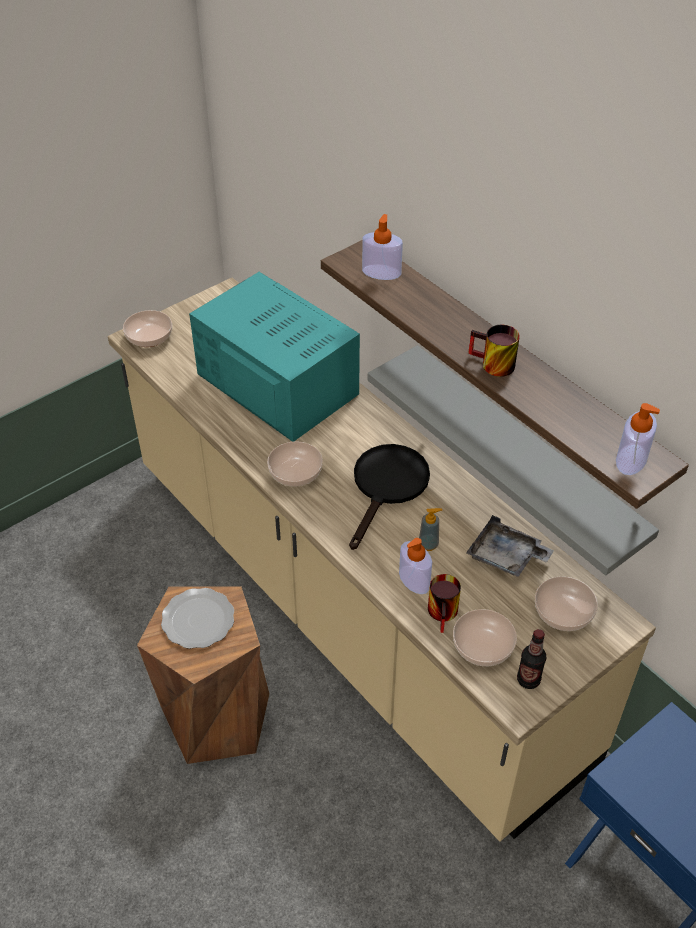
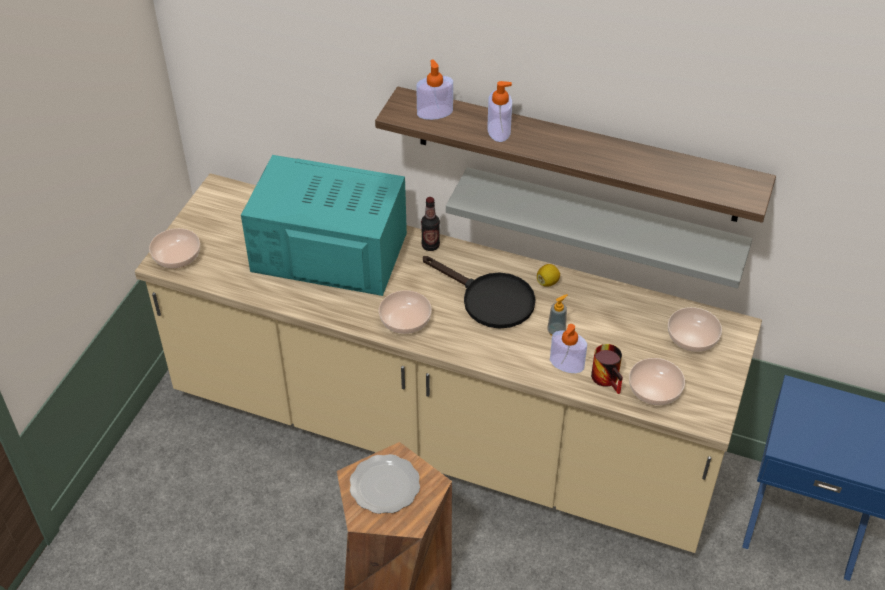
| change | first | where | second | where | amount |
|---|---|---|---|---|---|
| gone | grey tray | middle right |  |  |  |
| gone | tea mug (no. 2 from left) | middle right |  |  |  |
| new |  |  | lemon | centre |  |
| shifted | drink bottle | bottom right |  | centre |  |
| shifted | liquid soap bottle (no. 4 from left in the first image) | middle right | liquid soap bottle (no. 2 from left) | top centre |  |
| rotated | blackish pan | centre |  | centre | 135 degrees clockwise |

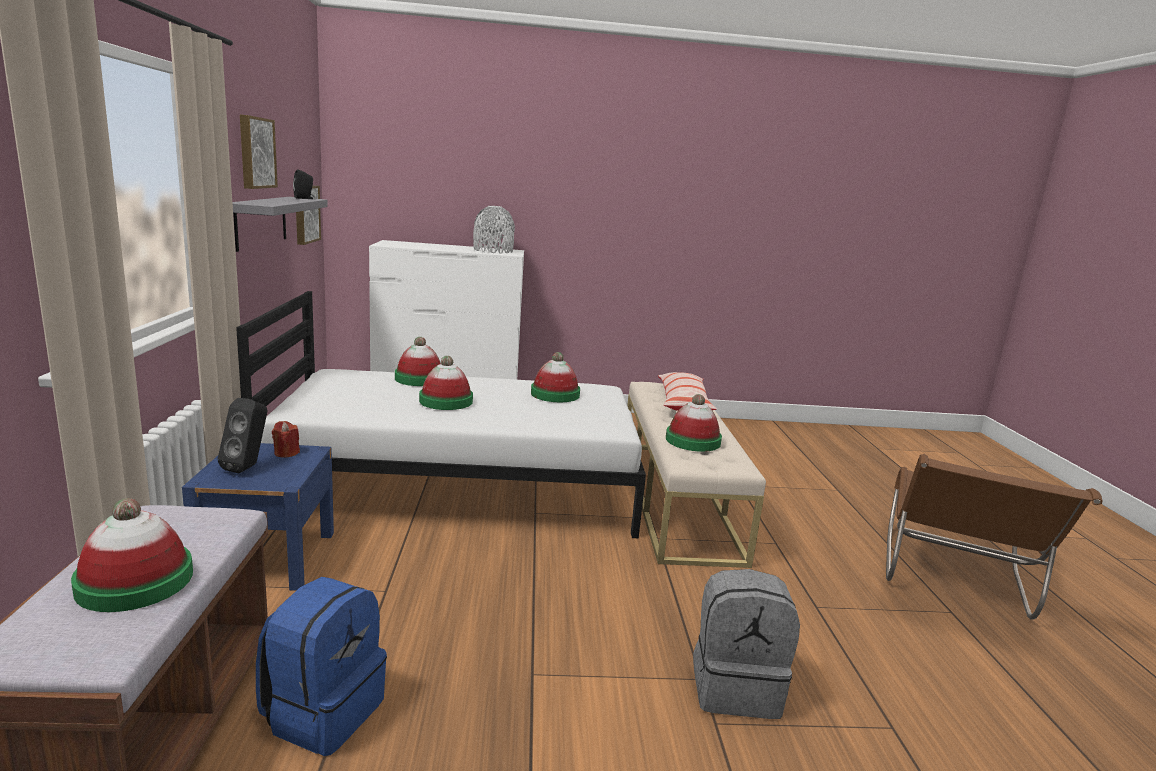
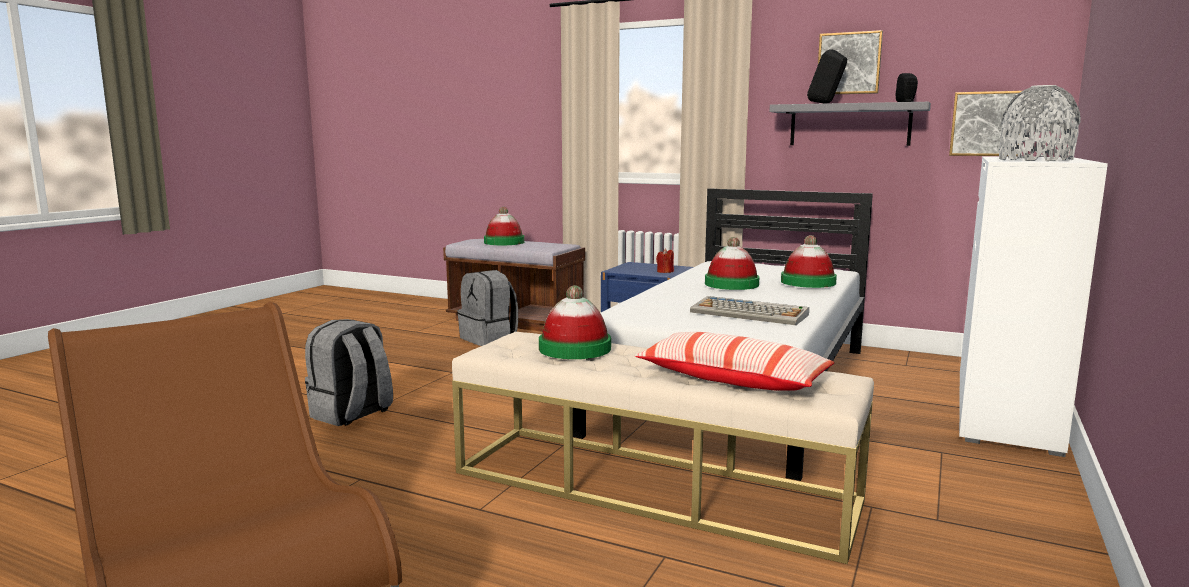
| change | first | where | second | where | amount |
|---|---|---|---|---|---|
| shifted | blackish audio speaker (no. 1 from left) | middle left |  | top right |  |
| swapped | wearable hat (no. 4 from left) | centre | keyboard | centre |  |
| repainted | blue rucksack | bottom left | grey rucksack (no. 2 from left) | centre |  |

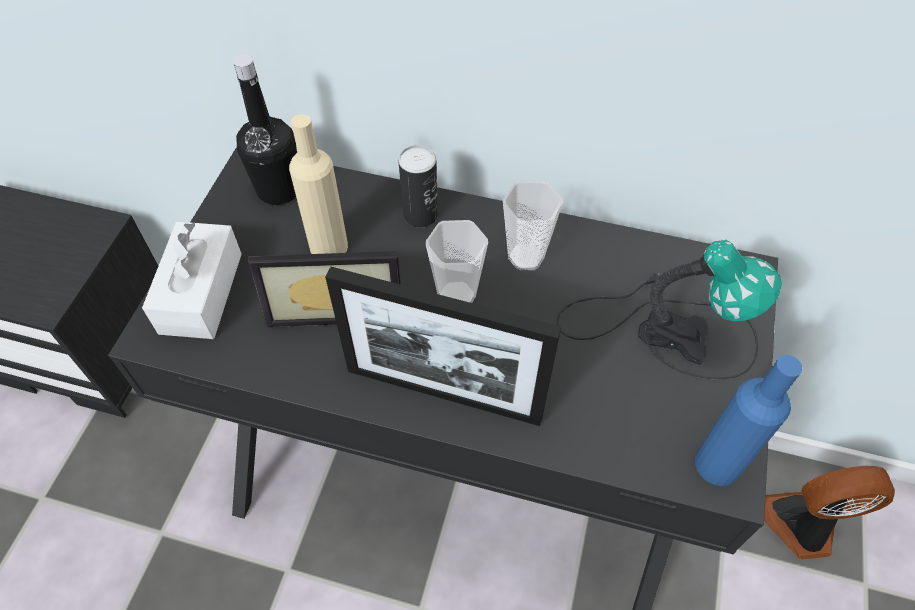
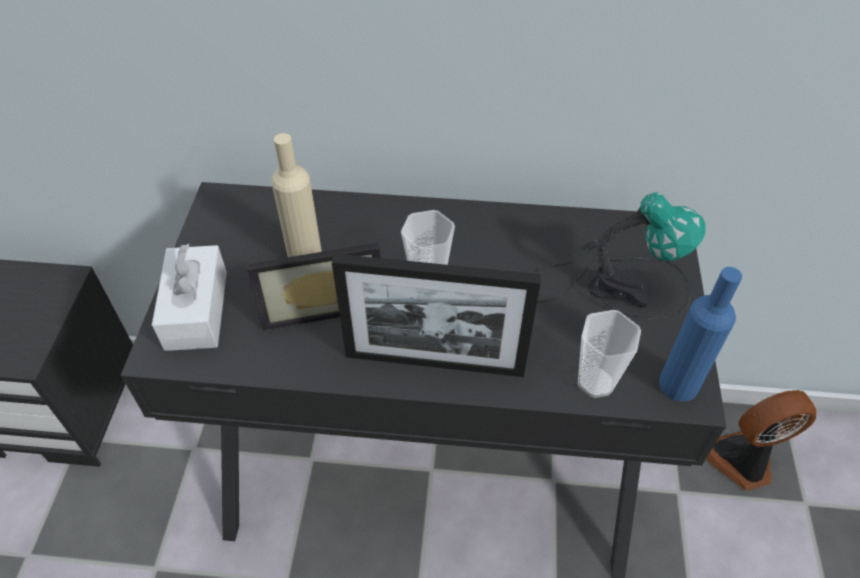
| change | first | where | second | where | amount |
|---|---|---|---|---|---|
| gone | blackish drink bottle | top left |  |  |  |
| gone | can | top centre |  |  |  |
| shifted | drinking cup (no. 2 from left) | centre |  | middle right |  |

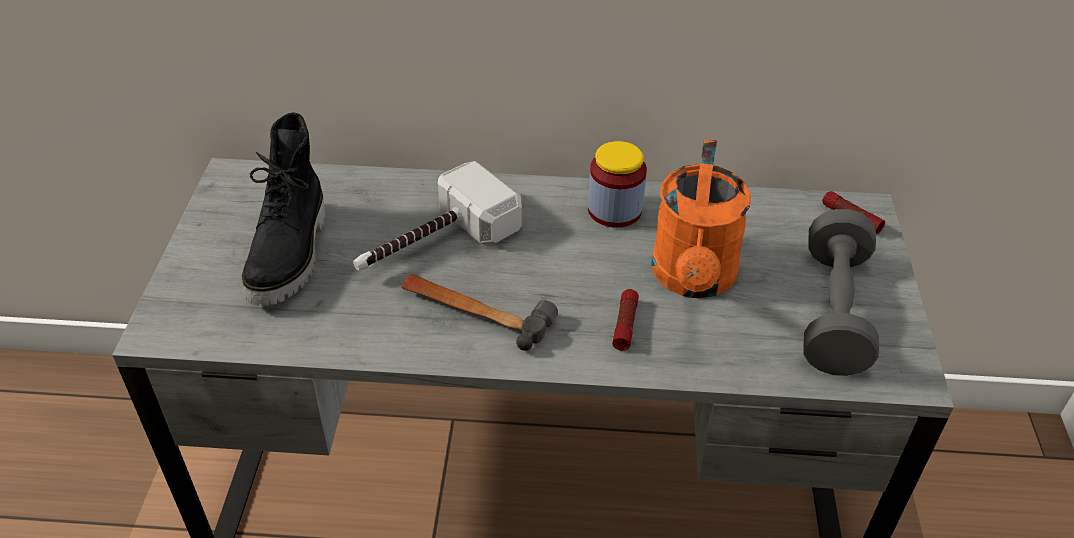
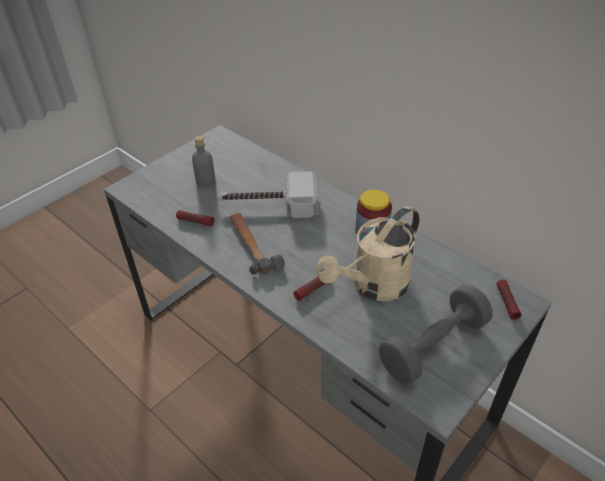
| change | first | where | second | where | amount |
|---|---|---|---|---|---|
| new |  |  | flashlight (no. 1 from left) | middle left |  |
| swapped | blackish high-top boot | middle left | grey drink bottle | centre |  |
| repainted | orangey watering pot | centre | beige-coloured watering pot | centre |  |

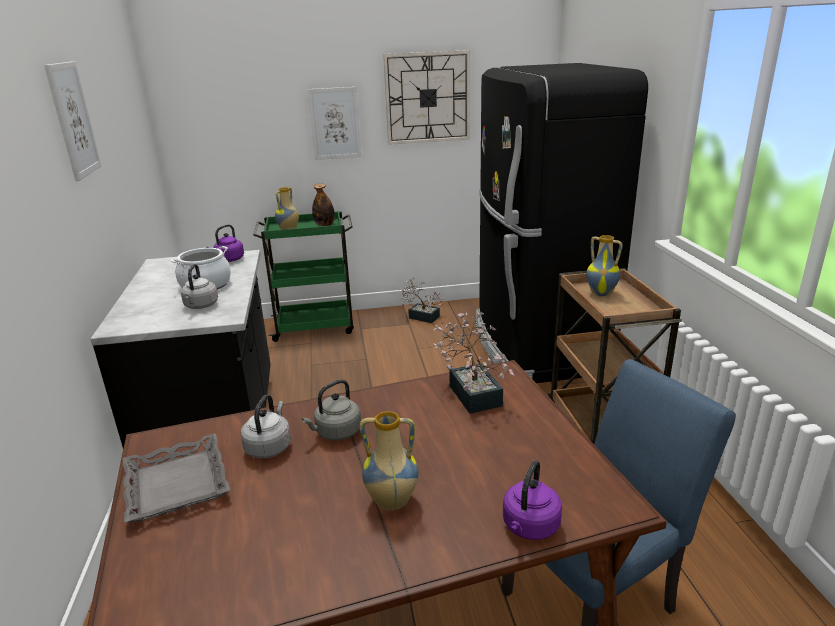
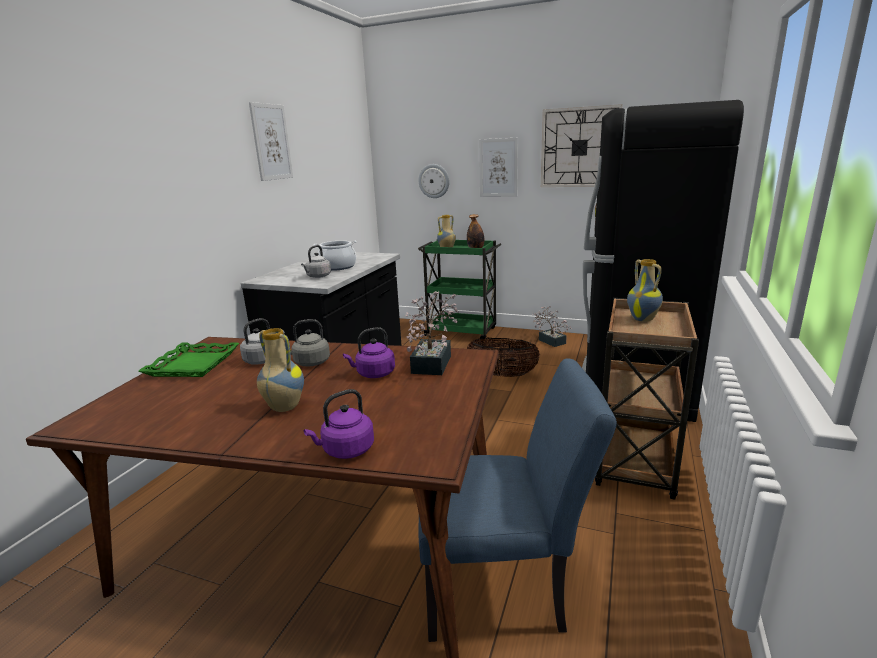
| change | first | where | second | where | amount |
|---|---|---|---|---|---|
| new |  |  | clock on the wall (no. 1 from left) | top centre |  |
| new |  |  | storage basket | centre |  |
| shifted | purple kettle (no. 1 from left in the first image) | middle left | purple kettle (no. 2 from left) | centre |  |
| repainted | grey tray | bottom left | greenish tray | middle left |  |

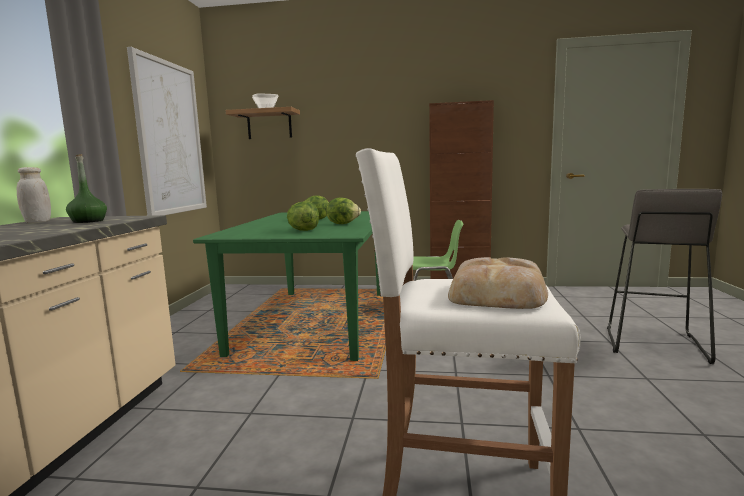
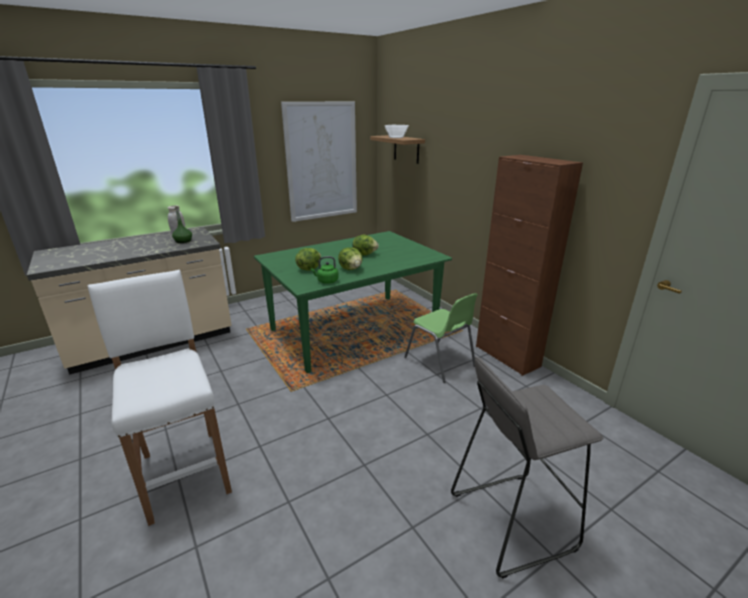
| change | first | where | second | where | amount |
|---|---|---|---|---|---|
| gone | bread | middle right |  |  |  |
| new |  |  | greenish kettle | centre |  |

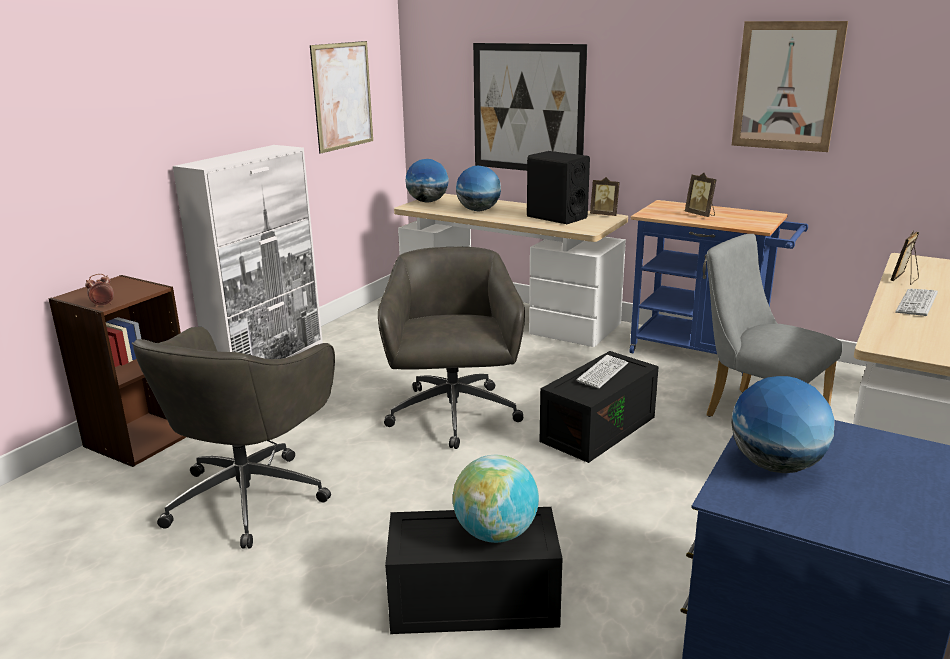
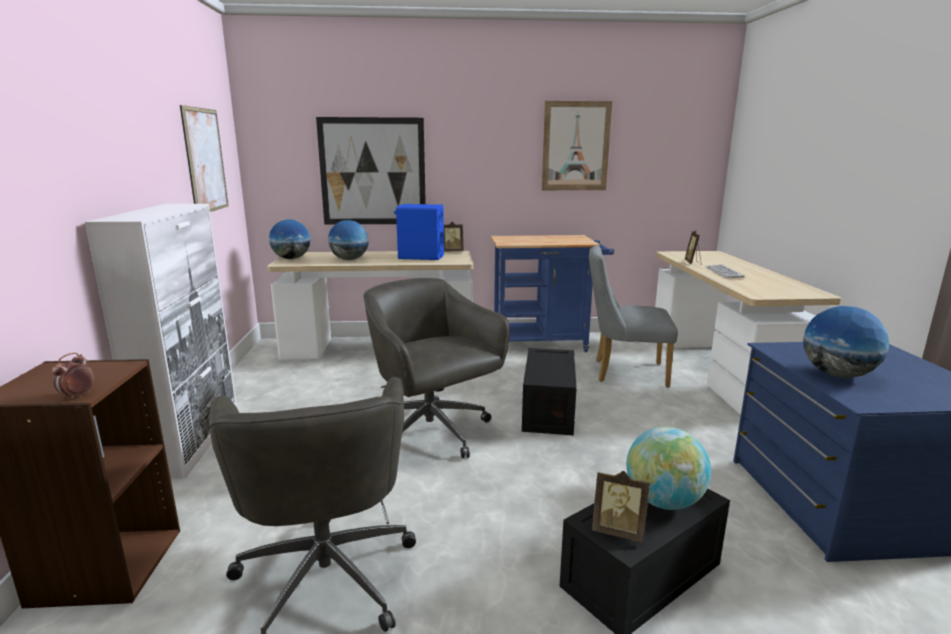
| change | first | where | second | where | amount |
|---|---|---|---|---|---|
| gone | keyboard (no. 1 from left) | centre |  |  |  |
| shifted | photo frame (no. 2 from left) | top right |  | bottom centre |  |
| repainted | blackish audio speaker | top centre | blue audio speaker | centre |  |

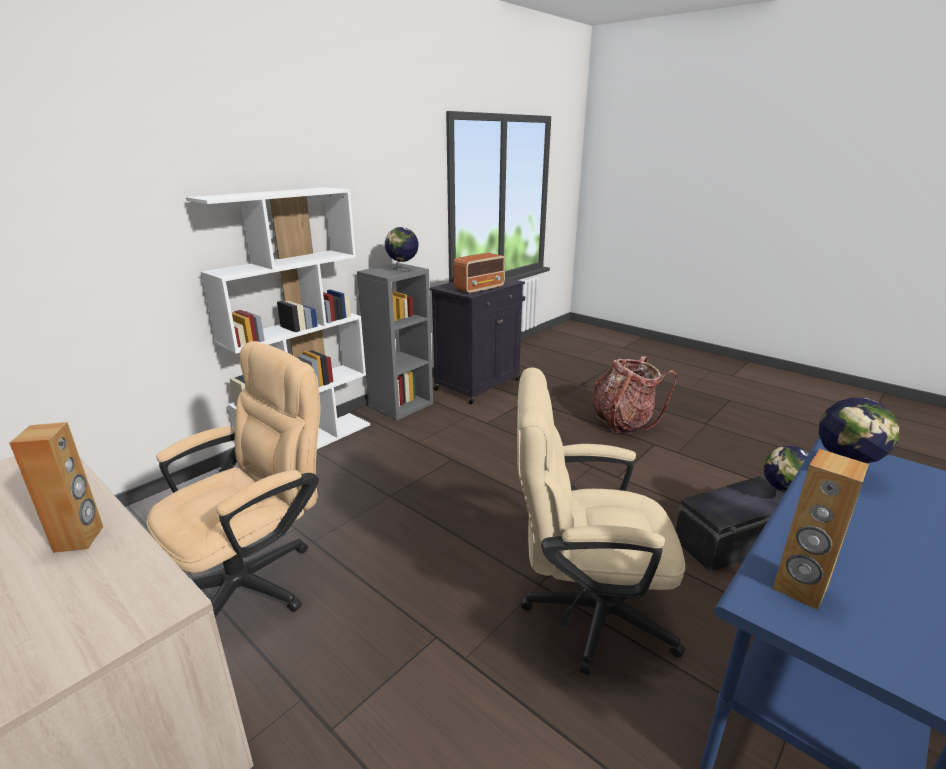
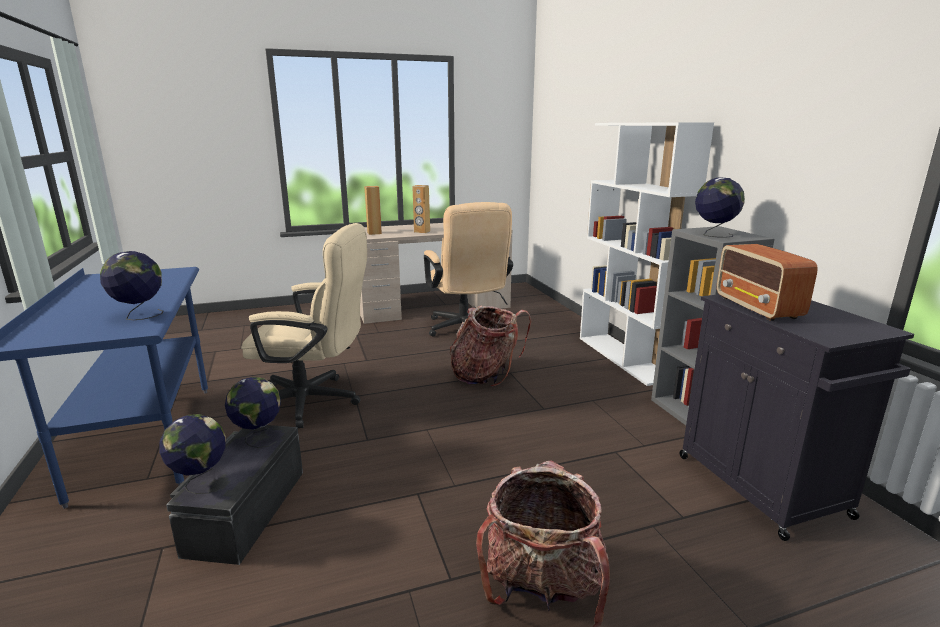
| change | first | where | second | where | amount |
|---|---|---|---|---|---|
| new |  |  | world globe (no. 3 from left) | middle left |  |
| new |  |  | rucksack (no. 1 from left) | centre |  |
| shifted | brown audio speaker (no. 2 from left in the first image) | bottom right | brown audio speaker (no. 1 from left) | centre |  |
| rotated | beige-coloured computer chair (no. 2 from left in the first image) | bottom centre | beige-coloured computer chair (no. 1 from left) | middle left | 60 degrees clockwise |

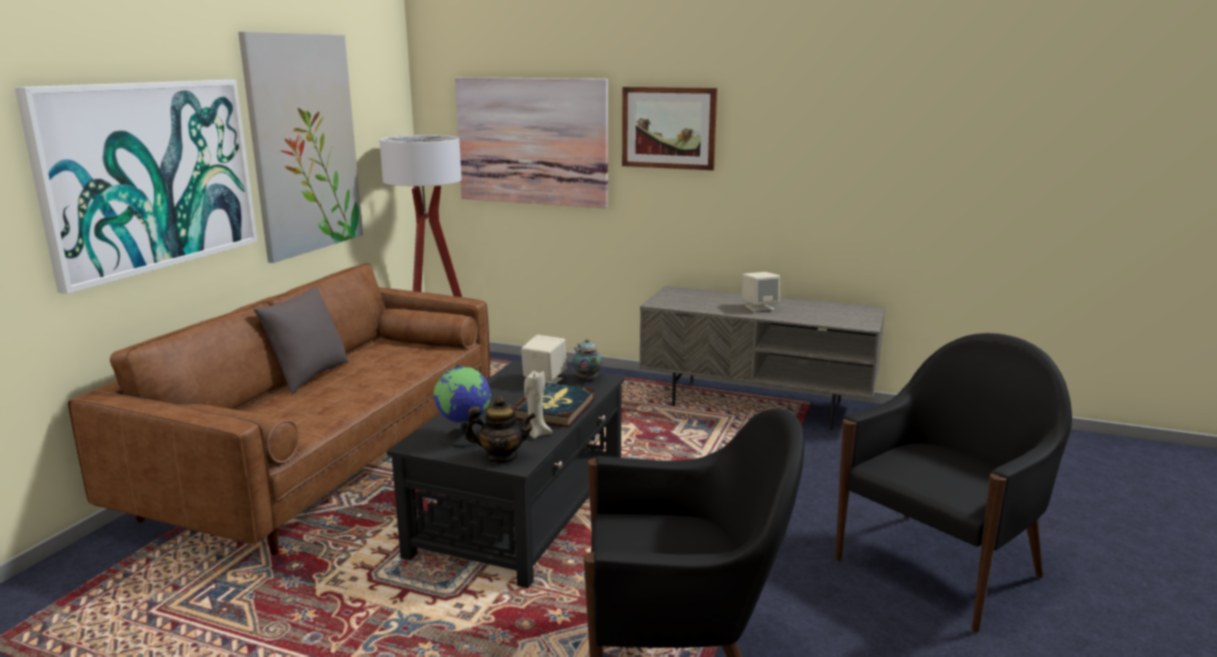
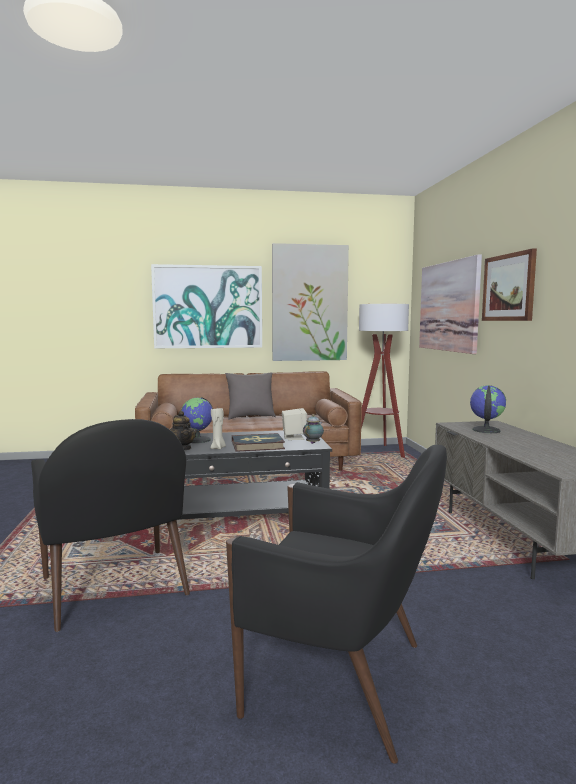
| change | first | where | second | where | amount |
|---|---|---|---|---|---|
| gone | beige-coloured audio speaker (no. 2 from left) | centre |  |  |  |
| new |  |  | world globe (no. 2 from left) | middle right |  |

